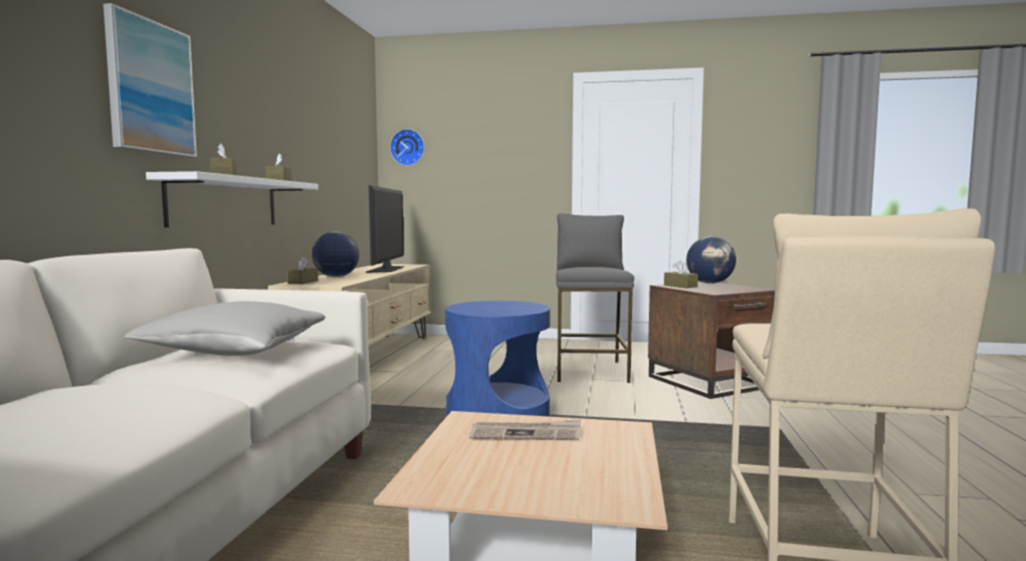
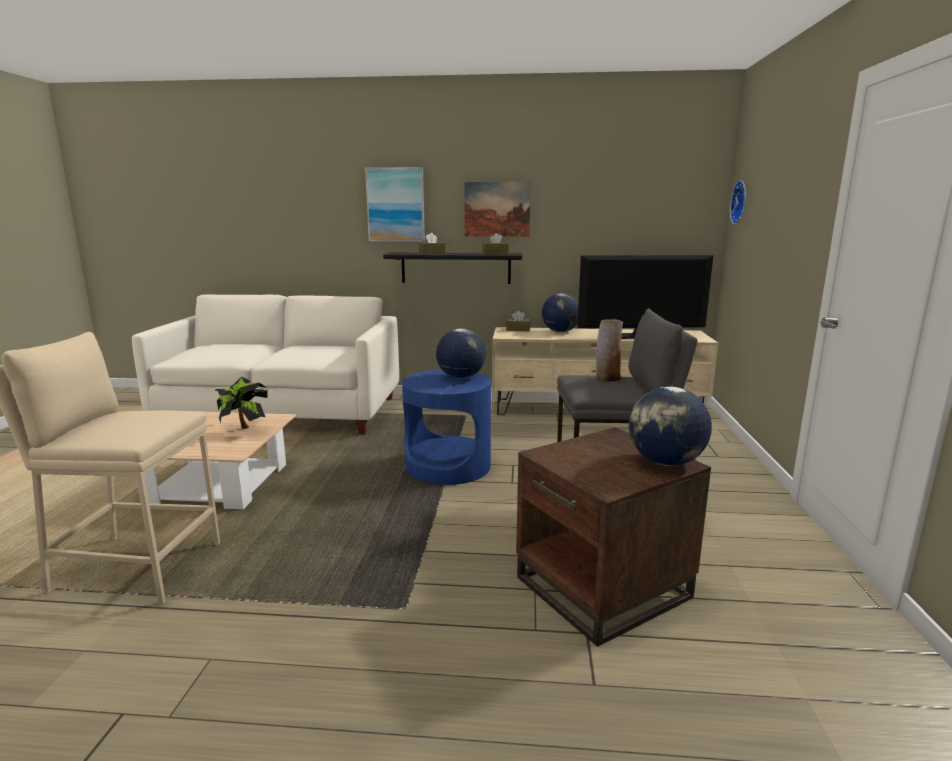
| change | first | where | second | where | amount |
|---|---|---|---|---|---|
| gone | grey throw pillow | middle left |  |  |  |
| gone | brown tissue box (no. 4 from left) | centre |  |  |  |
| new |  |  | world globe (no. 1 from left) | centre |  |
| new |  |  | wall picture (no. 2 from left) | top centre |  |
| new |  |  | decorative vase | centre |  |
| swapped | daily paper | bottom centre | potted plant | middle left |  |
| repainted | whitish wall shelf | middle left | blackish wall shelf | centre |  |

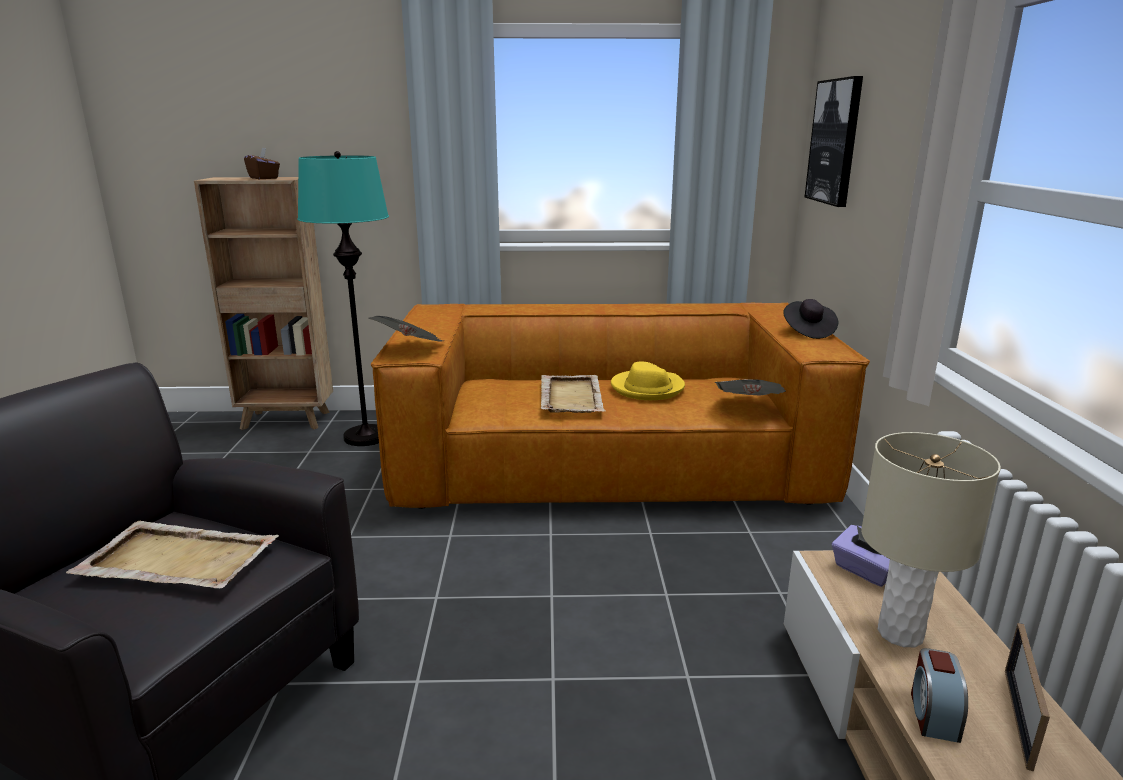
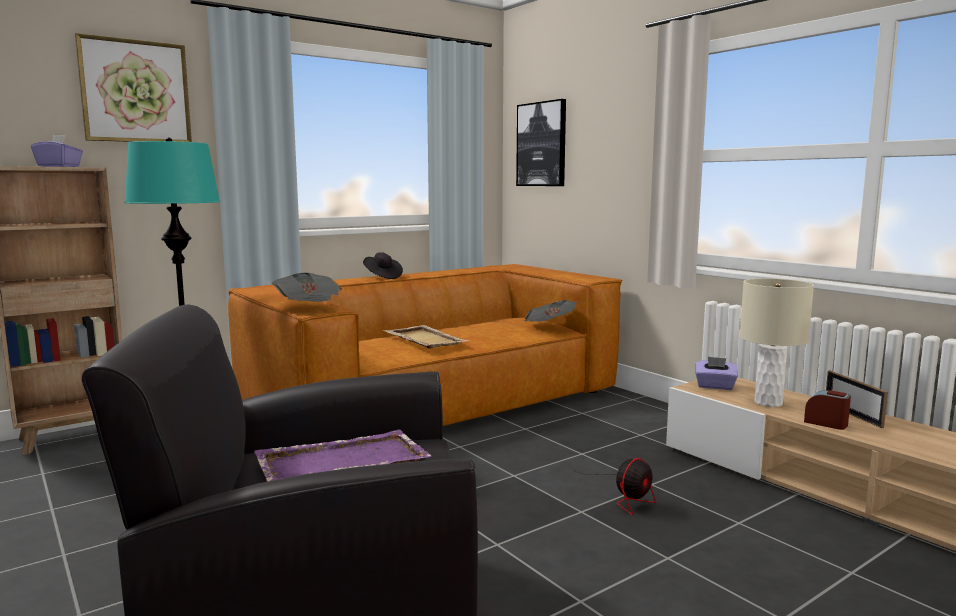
| change | first | where | second | where | amount |
|---|---|---|---|---|---|
| gone | yellow-coloured wearable hat | centre |  |  |  |
| new |  |  | wall picture (no. 1 from left) | top left |  |
| new |  |  | fan | bottom centre |  |
| shifted | blackish wearable hat | middle right |  | centre |  |
| repainted | beige-coloured tray (no. 1 from left) | bottom left | purple tray | bottom centre |  |
| repainted | brown tissue box | top left | purple tissue box (no. 1 from left) | top left |  |
| rotated | alarm clock | bottom right |  | middle right | 150 degrees clockwise |

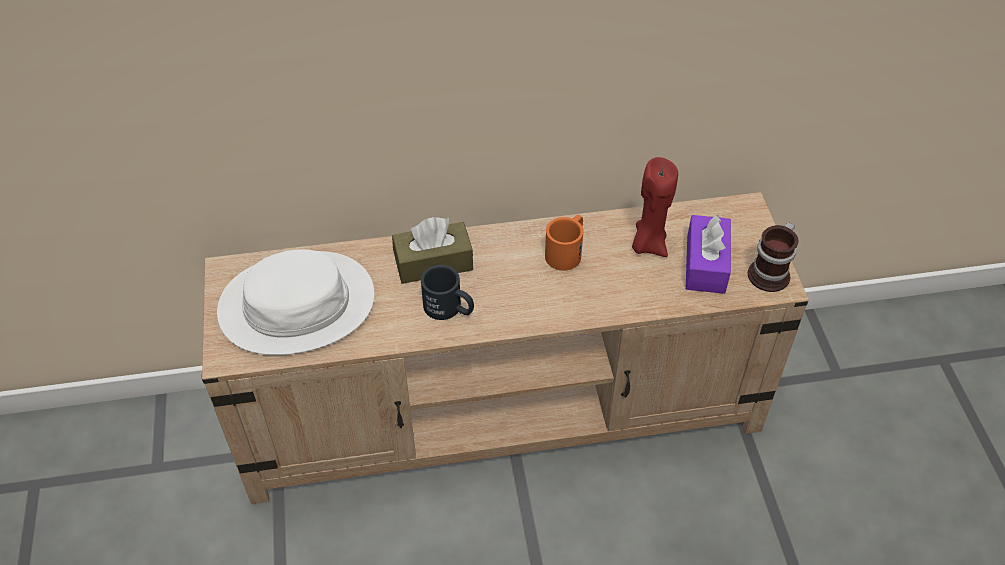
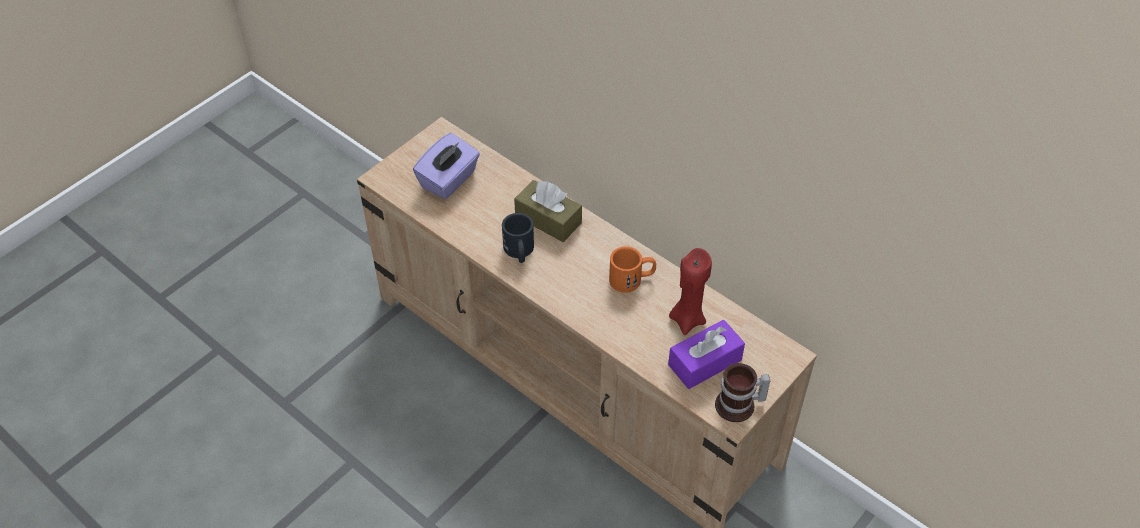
| change | first | where | second | where | amount |
|---|---|---|---|---|---|
| swapped | whitish wearable hat | middle left | purple tissue box (no. 1 from left) | top centre |  |

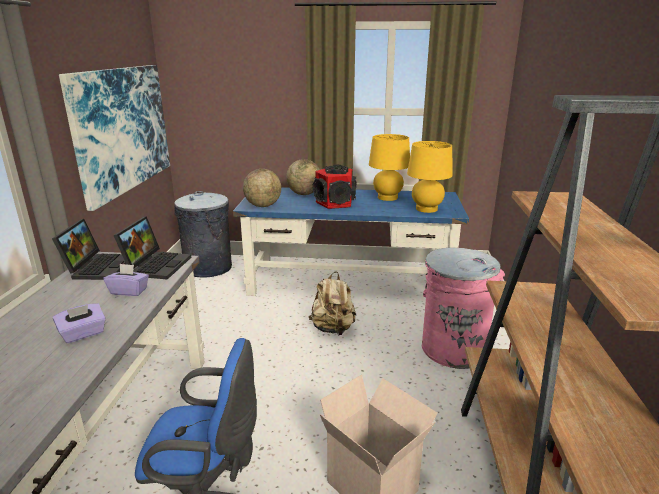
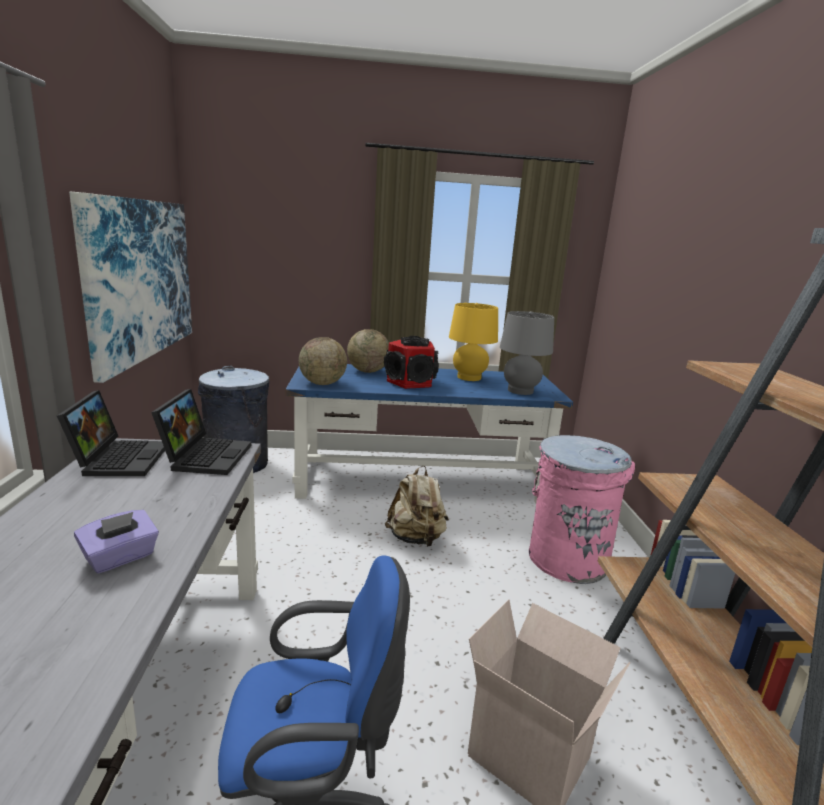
| change | first | where | second | where | amount |
|---|---|---|---|---|---|
| gone | purple tissue box (no. 2 from left) | middle left |  |  |  |
| repainted | yellow-coloured tabletop lamp (no. 2 from left) | centre | grey tabletop lamp | centre |  |

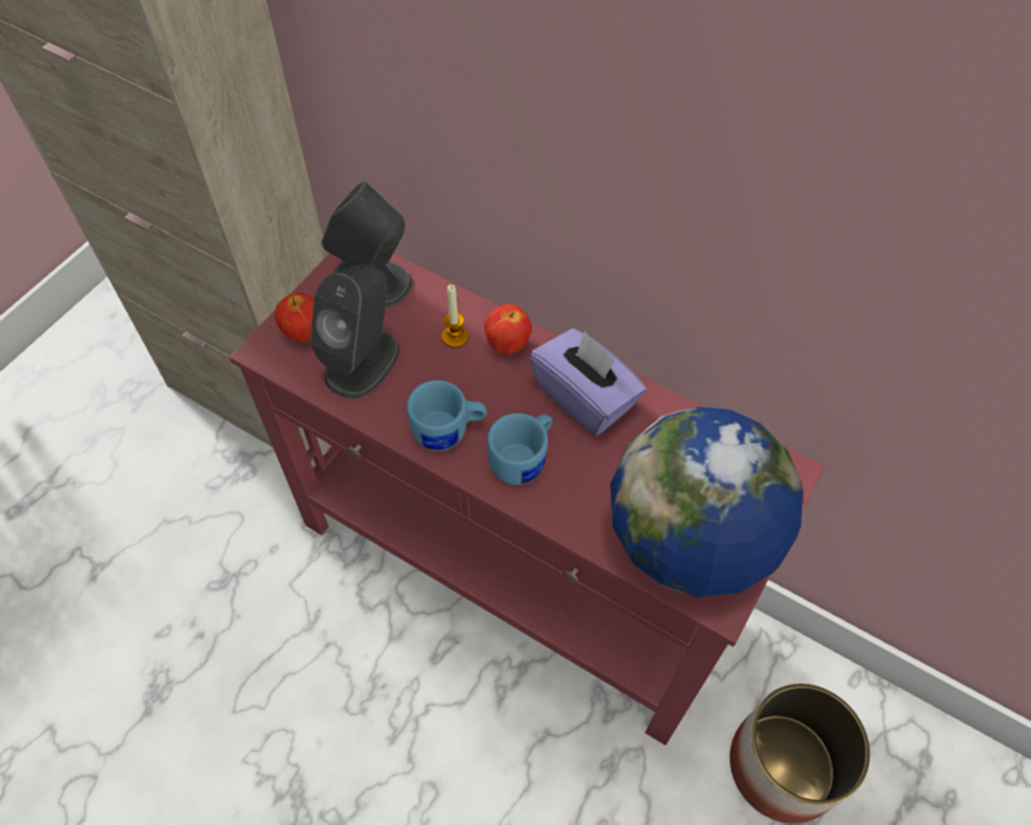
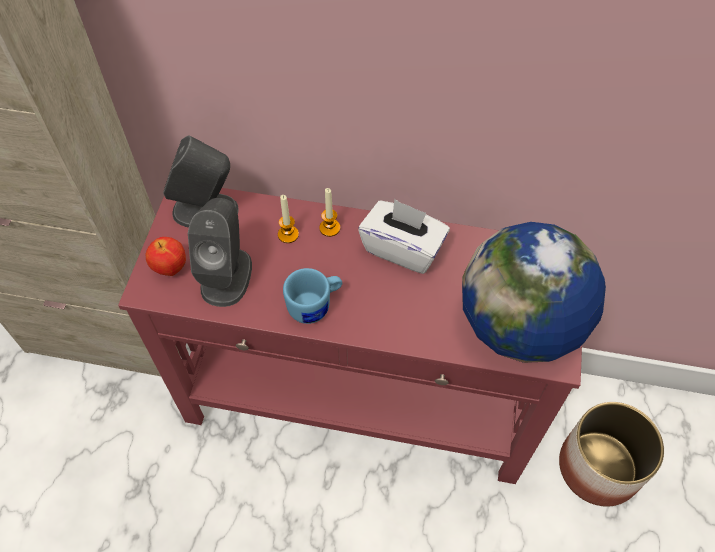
| change | first | where | second | where | amount |
|---|---|---|---|---|---|
| gone | blue tea mug (no. 2 from left) | centre |  |  |  |
| swapped | apple (no. 2 from left) | centre | wax light (no. 2 from left) | centre |  |
| repainted | purple tissue box | centre | whitish tissue box | centre |  |

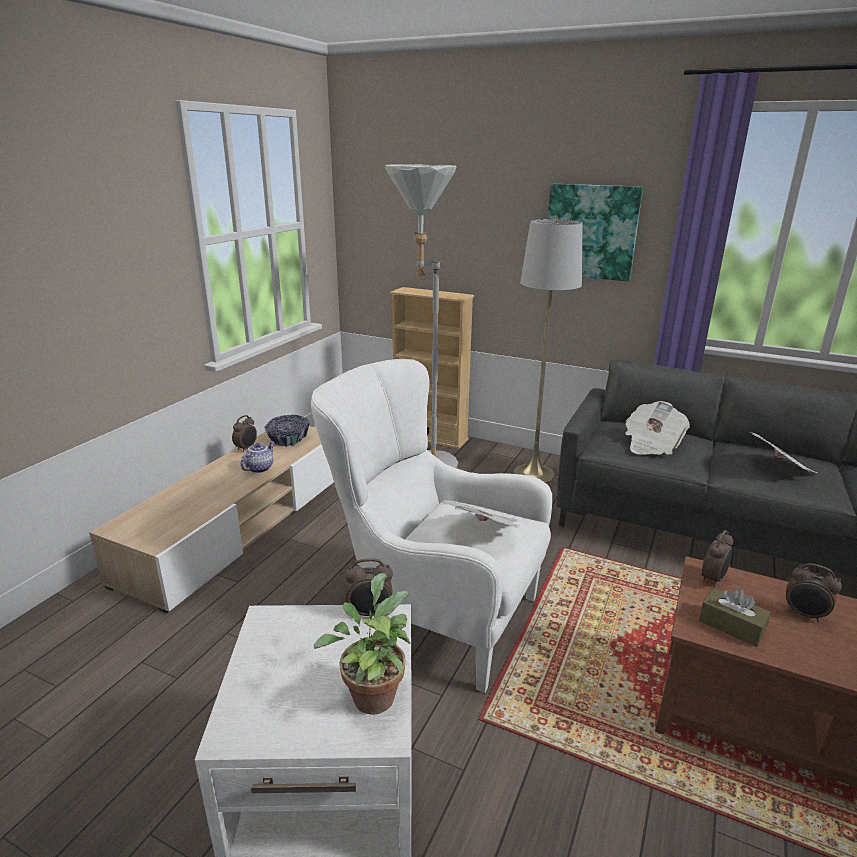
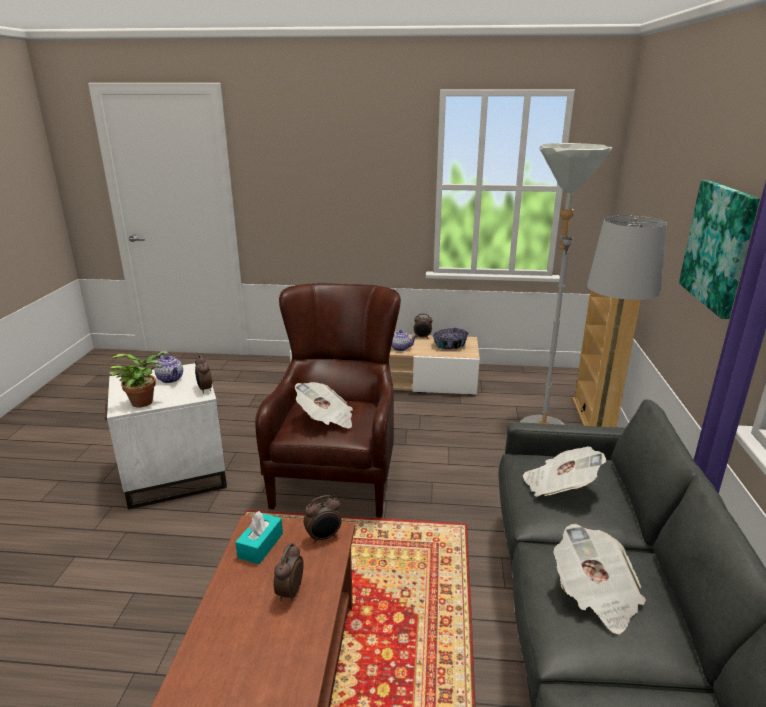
| change | first | where | second | where | amount |
|---|---|---|---|---|---|
| new |  |  | teapot (no. 1 from left) | middle left |  |
| repainted | whitish armchair | centre | brown armchair | centre |  |
| repainted | brown tissue box | bottom right | turquoise-coloured tissue box | bottom centre |  |
| rotated | alarm clock (no. 3 from left) | middle right |  | bottom centre | 45 degrees counterclockwise |

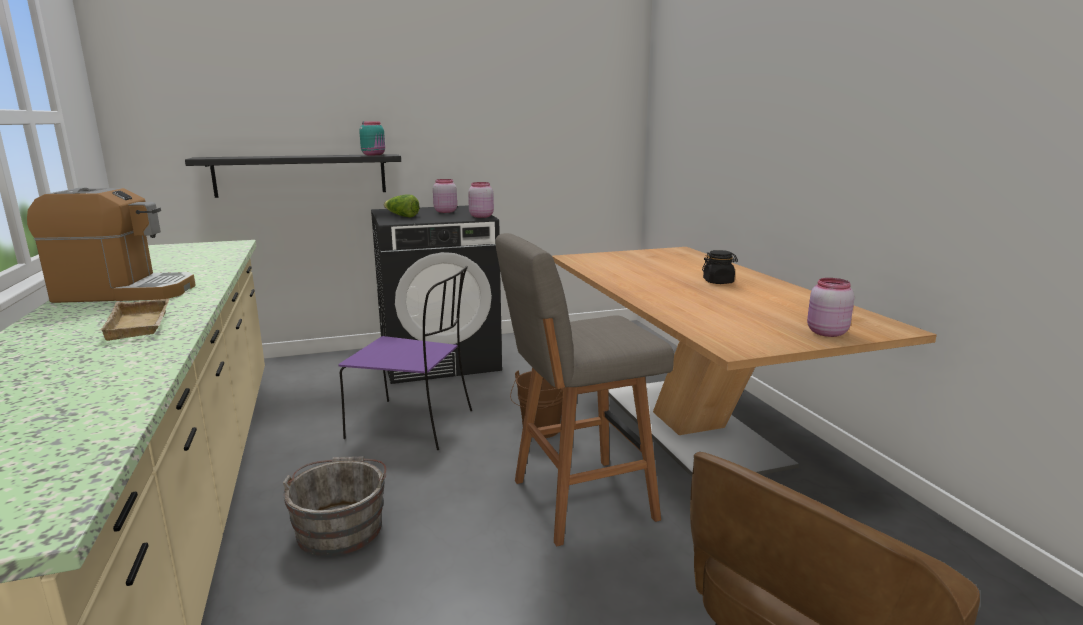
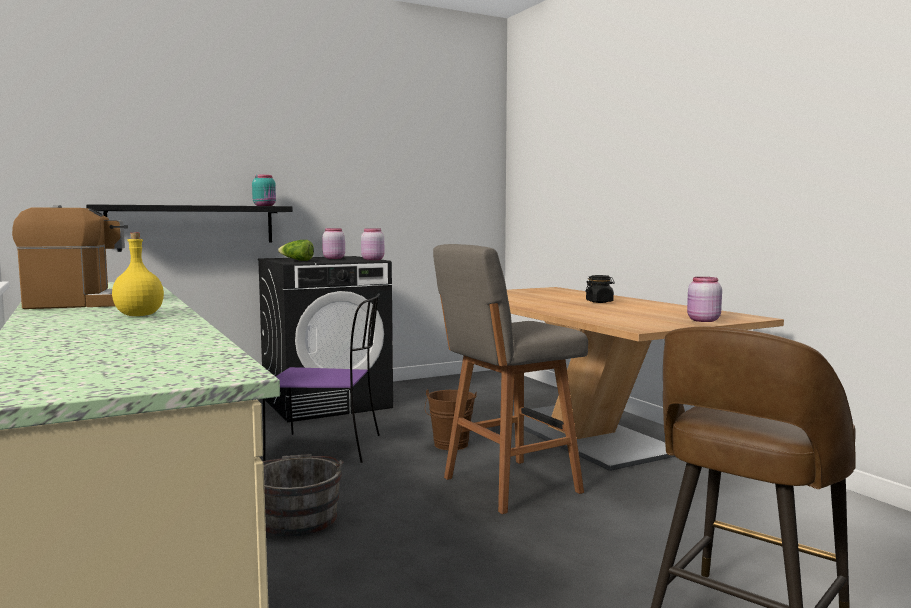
| change | first | where | second | where | amount |
|---|---|---|---|---|---|
| swapped | beige-coloured tray | middle left | yellow-coloured drink bottle | middle left |  |

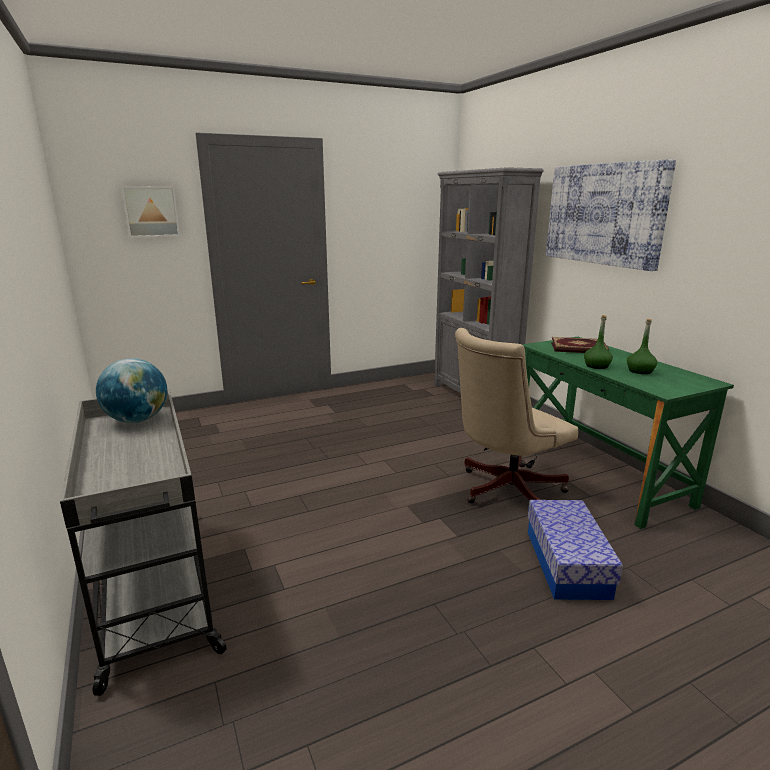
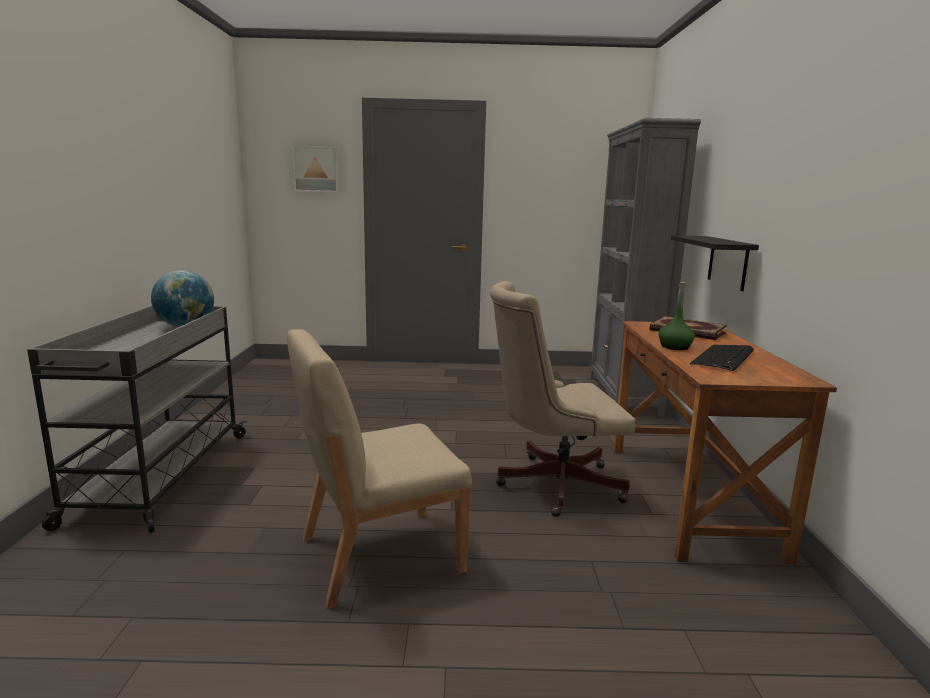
| change | first | where | second | where | amount |
|---|---|---|---|---|---|
| gone | storage bin | bottom right |  |  |  |
| gone | wall picture (no. 2 from left) | top right |  |  |  |
| new |  |  | beige-coloured upright chair | bottom centre |  |
| new |  |  | blackish wall shelf | middle right |  |
| swapped | greenish drink bottle (no. 2 from left) | middle right | keyboard | middle right |  |
| repainted | greenish desk | middle right | brown desk | middle right |  |

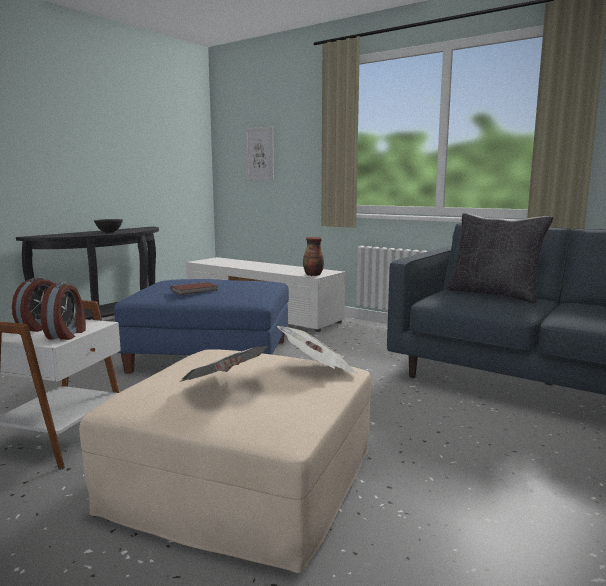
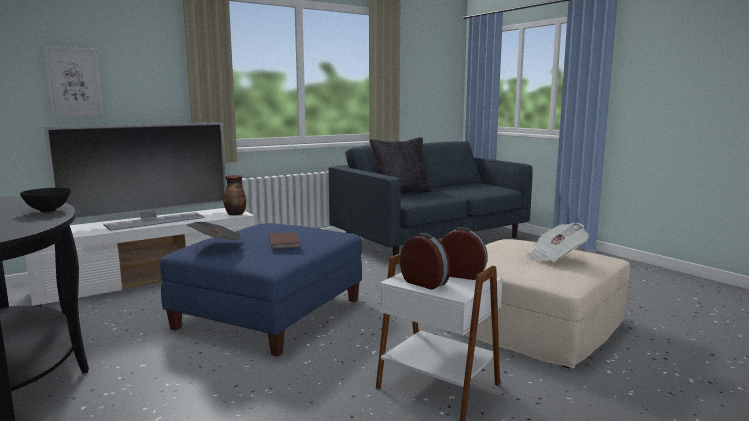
| change | first | where | second | where | amount |
|---|---|---|---|---|---|
| new |  |  | TV set | middle left |  |
| shifted | daily paper (no. 2 from left in the first image) | centre | daily paper (no. 1 from left) | middle left |  |

